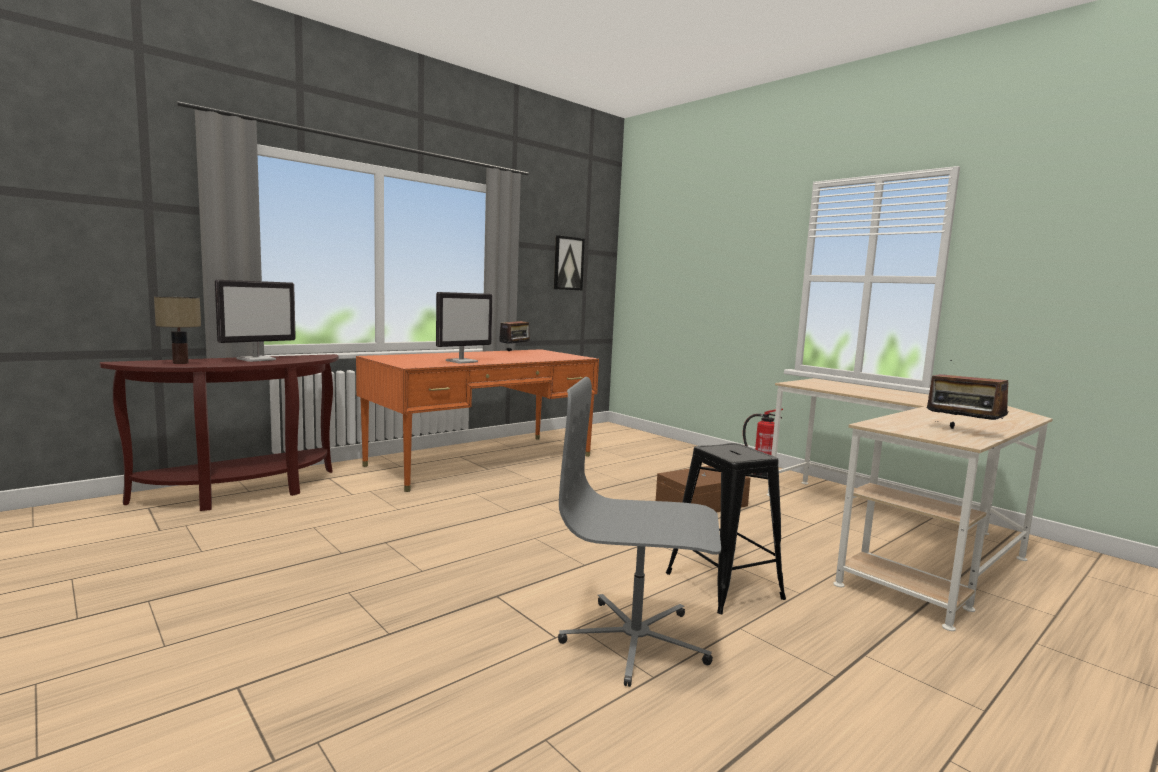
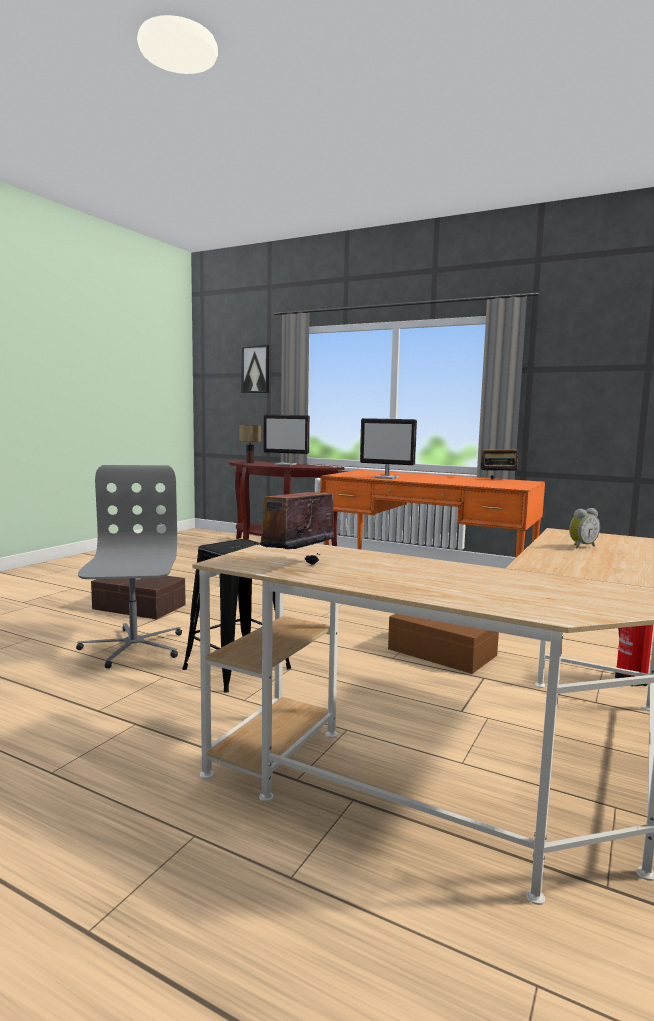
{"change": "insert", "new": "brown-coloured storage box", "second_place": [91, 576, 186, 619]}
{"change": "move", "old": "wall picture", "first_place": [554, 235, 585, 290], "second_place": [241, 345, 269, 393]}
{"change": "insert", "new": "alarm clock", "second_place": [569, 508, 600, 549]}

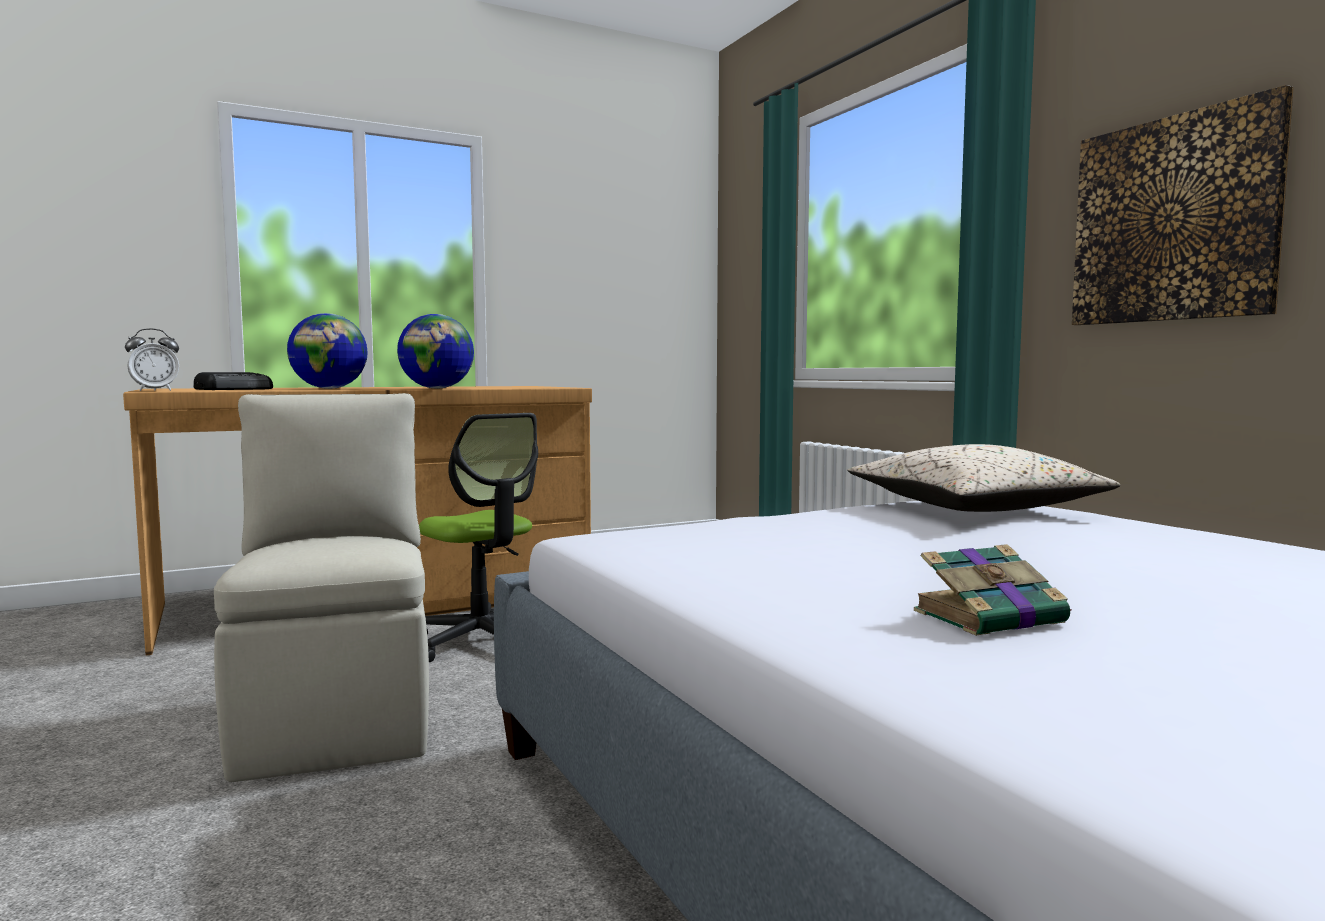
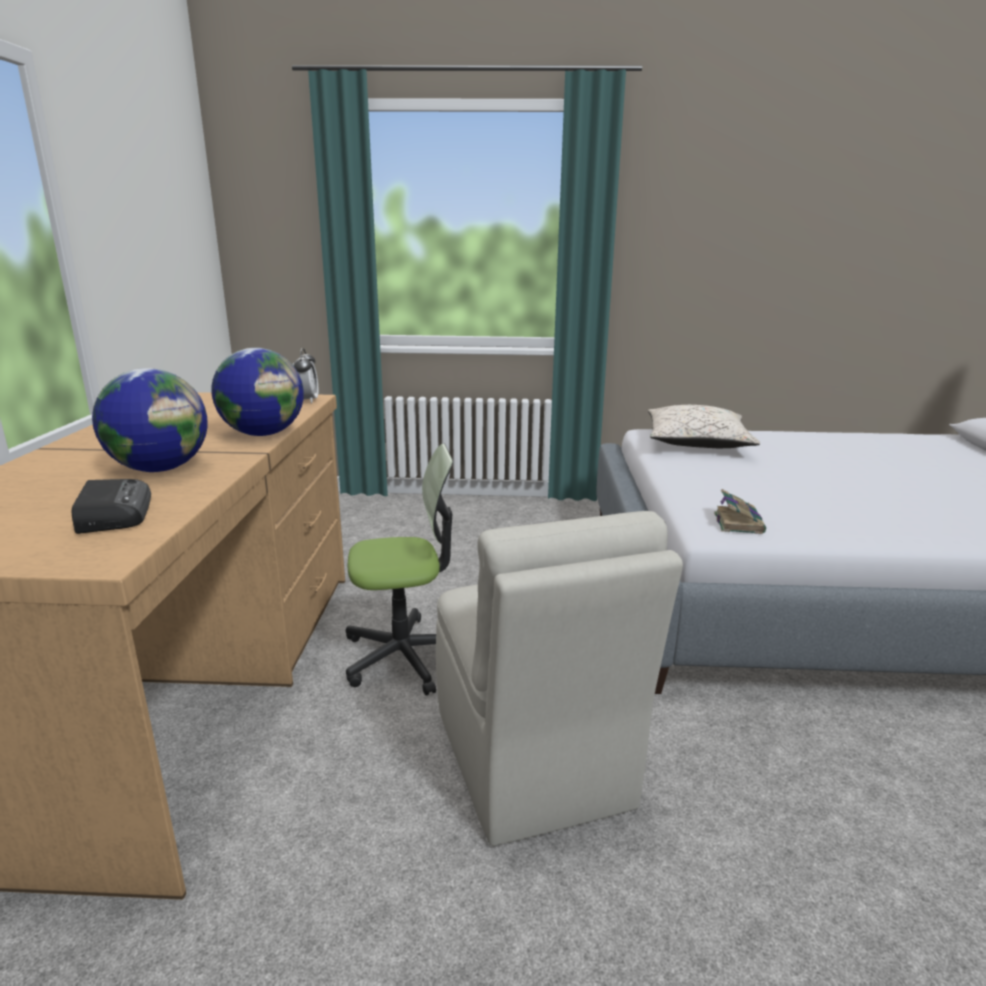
{"change": "move", "old": "alarm clock", "first_place": [125, 328, 179, 391], "second_place": [292, 348, 319, 404]}
{"change": "rotate", "old": "beige-coloured plain chair", "first_place": [214, 393, 429, 782], "second_place": [436, 511, 683, 846], "degrees": -120}
{"change": "move", "old": "bound book", "first_place": [914, 544, 1072, 636], "second_place": [714, 489, 766, 534]}
{"change": "delete", "old": "wall picture", "first_place": [1072, 85, 1294, 325]}

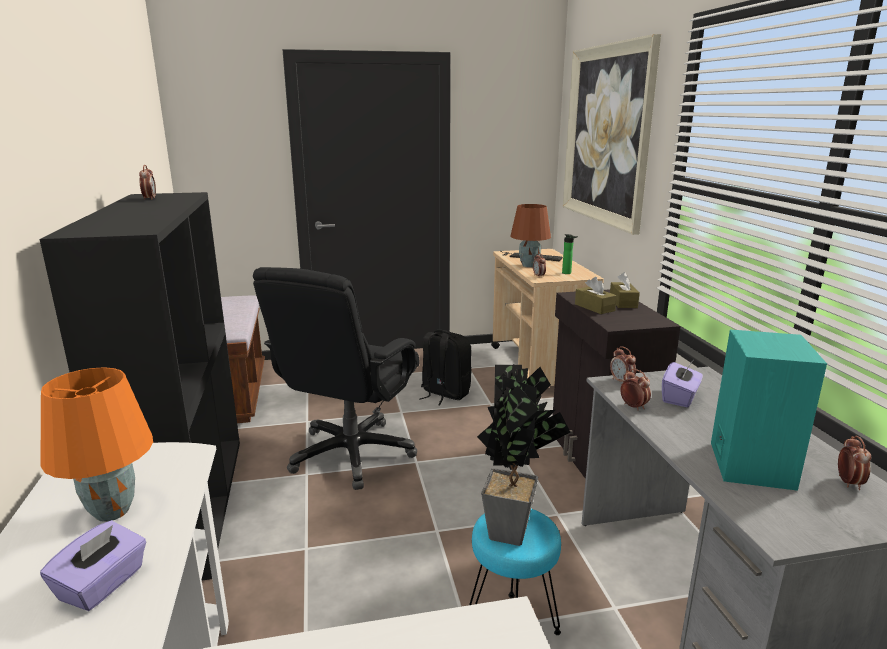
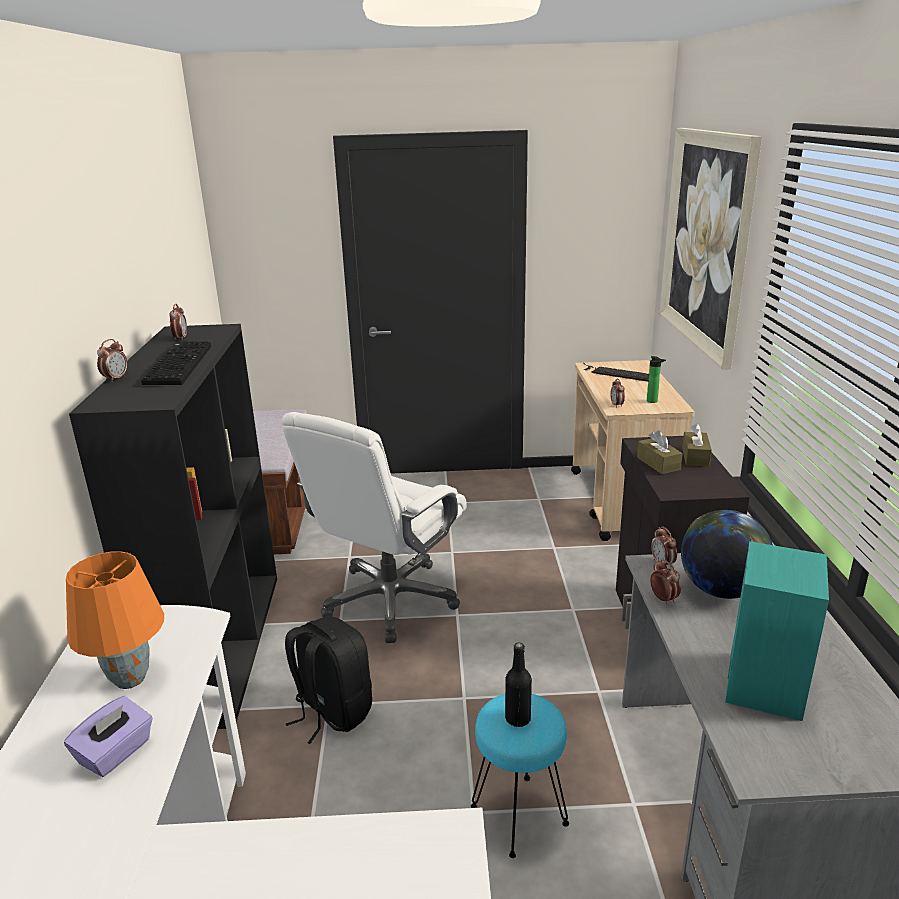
{"change": "move", "old": "alarm clock", "first_place": [838, 436, 871, 490], "second_place": [97, 339, 127, 382]}
{"change": "insert", "new": "PC keyboard", "second_place": [141, 341, 211, 385]}
{"change": "recolor", "old": "black-coloured desk chair", "new": "whitish desk chair", "first_place": [253, 267, 419, 490], "second_place": [282, 412, 467, 643]}
{"change": "move", "old": "black-coloured rucksack", "first_place": [420, 330, 472, 405], "second_place": [285, 616, 372, 744]}
{"change": "replace", "old": "plant in a pot", "new": "black-coloured drink bottle", "first_place": [477, 364, 571, 546], "second_place": [505, 642, 532, 727]}
{"change": "replace", "old": "purple tissue holder", "new": "world globe", "first_place": [662, 361, 703, 407], "second_place": [681, 510, 773, 599]}
{"change": "delete", "old": "brown-coloured table lamp", "first_place": [510, 204, 551, 267]}

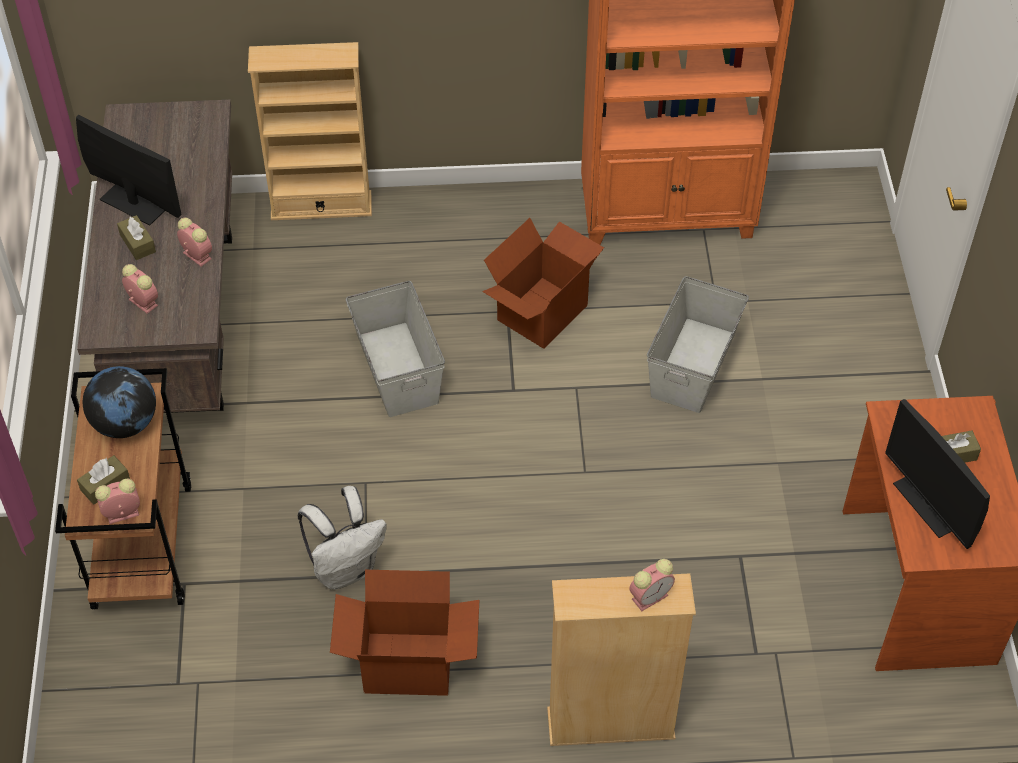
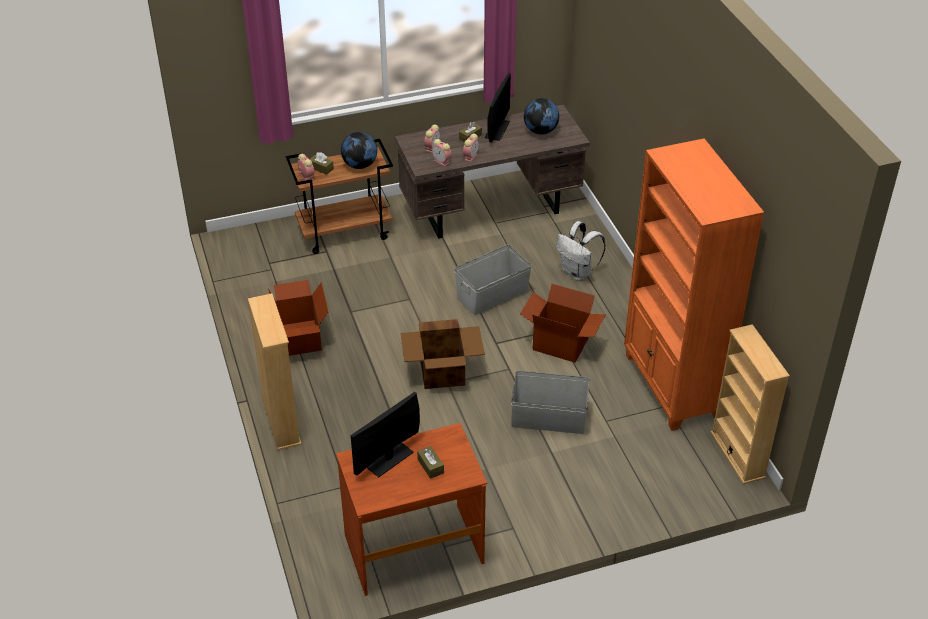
{"change": "insert", "new": "cardboard box", "second_place": [401, 319, 485, 389]}
{"change": "move", "old": "alarm clock", "first_place": [629, 559, 675, 611], "second_place": [432, 139, 452, 166]}
{"change": "insert", "new": "world globe", "second_place": [524, 98, 559, 134]}
{"change": "move", "old": "whitish rucksack", "first_place": [298, 486, 386, 589], "second_place": [556, 221, 606, 281]}
{"change": "move", "old": "beige-coloured bookcase", "first_place": [248, 42, 372, 220], "second_place": [710, 324, 790, 484]}

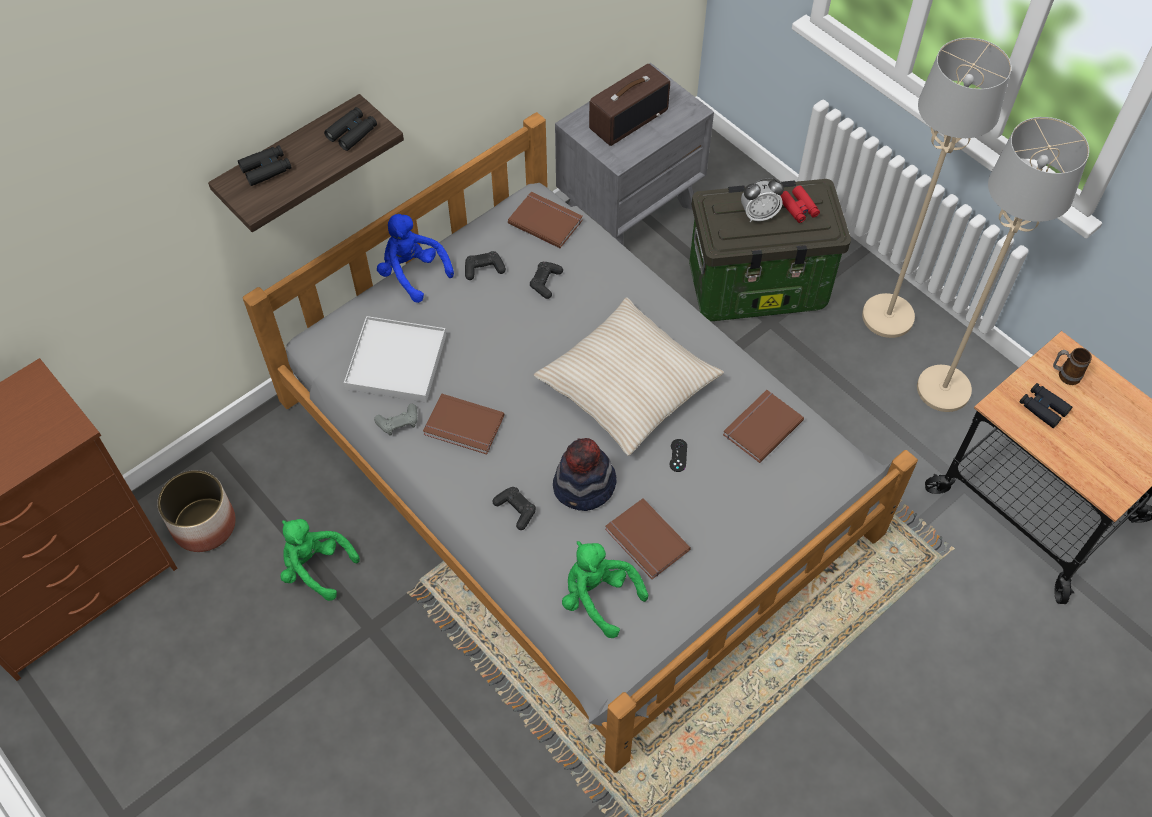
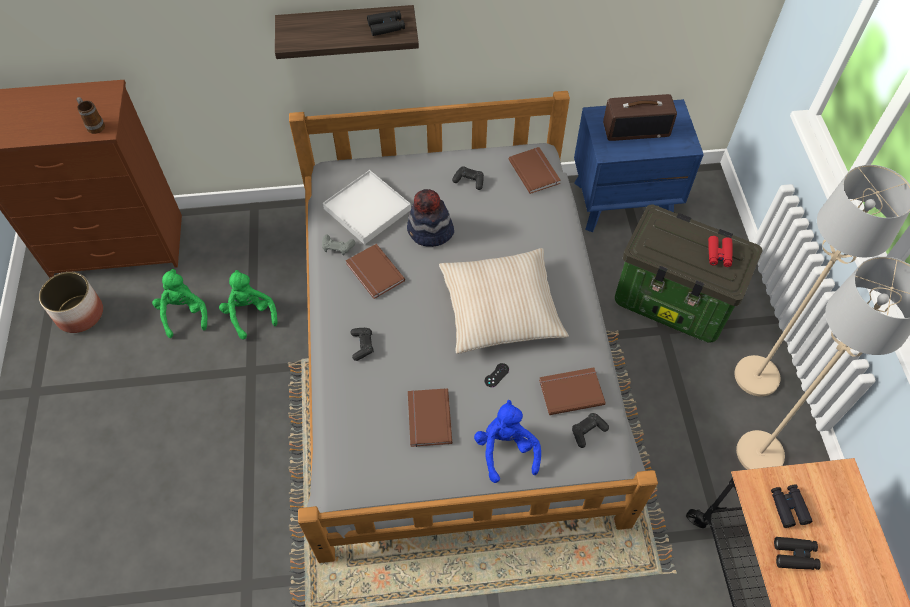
{"change": "move", "old": "plant pot", "first_place": [157, 470, 236, 552], "second_place": [39, 272, 103, 333]}
{"change": "move", "old": "mug", "first_place": [1053, 348, 1092, 385], "second_place": [76, 97, 105, 134]}
{"change": "move", "old": "greenish plush toy", "first_place": [562, 541, 648, 638], "second_place": [152, 269, 207, 338]}
{"change": "move", "old": "hat", "first_place": [553, 438, 617, 511], "second_place": [407, 189, 454, 247]}
{"change": "move", "old": "blue-coloured plush toy", "first_place": [377, 214, 454, 303], "second_place": [474, 400, 541, 483]}
{"change": "move", "old": "black-coloured gamepad", "first_place": [530, 262, 563, 299], "second_place": [572, 413, 609, 448]}
{"change": "recolor", "old": "grey nightstand", "new": "blue-coloured nightstand", "first_place": [555, 63, 714, 246], "second_place": [574, 99, 704, 232]}
{"change": "move", "old": "black-coloured field glasses", "first_place": [238, 145, 292, 186], "second_place": [774, 537, 821, 570]}
{"change": "delete", "old": "alarm clock", "first_place": [741, 178, 784, 222]}

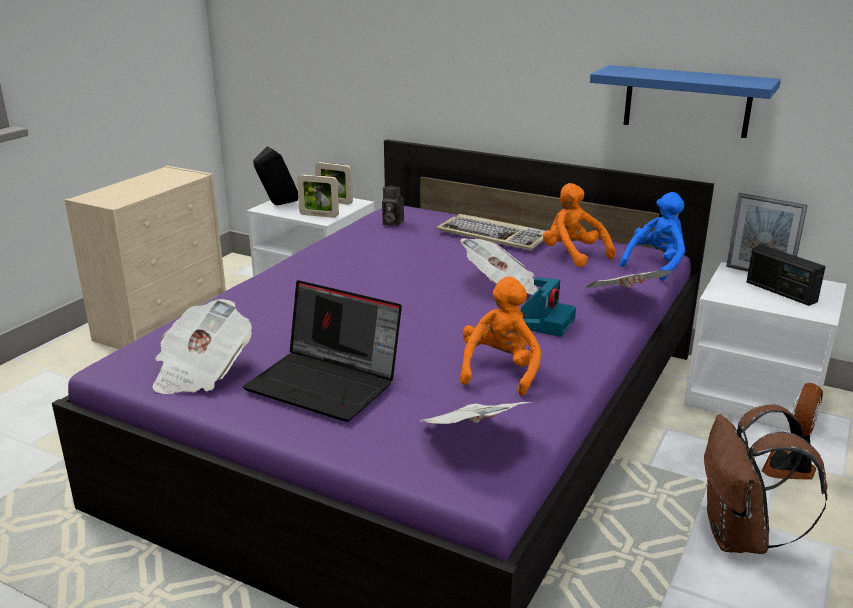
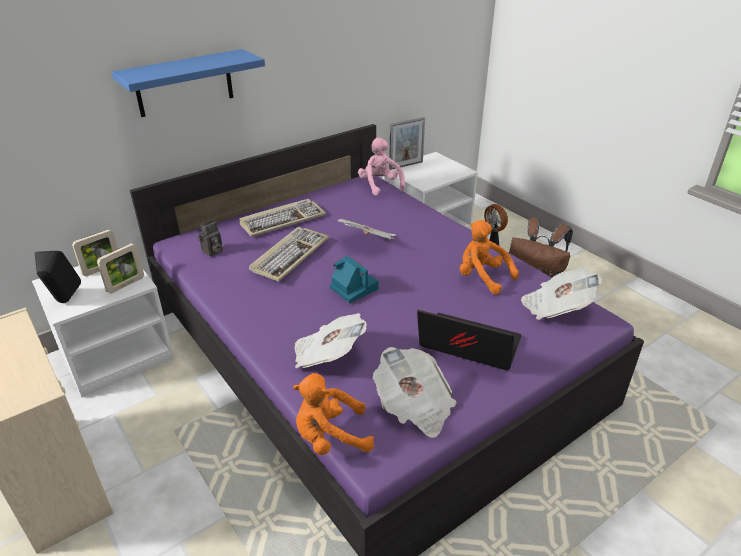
{"change": "move", "old": "blue-coloured shelf", "first_place": [590, 65, 781, 138], "second_place": [112, 49, 265, 117]}
{"change": "insert", "new": "PC keyboard", "second_place": [249, 227, 329, 282]}
{"change": "move", "old": "orange plush toy", "first_place": [543, 183, 616, 267], "second_place": [293, 373, 374, 455]}
{"change": "move", "old": "newspaper", "first_place": [584, 270, 672, 288], "second_place": [295, 313, 367, 369]}
{"change": "move", "old": "photo camera", "first_place": [521, 277, 576, 337], "second_place": [330, 256, 379, 303]}
{"change": "recolor", "old": "blue-coloured plush toy", "new": "pink plush toy", "first_place": [620, 192, 685, 281], "second_place": [358, 138, 405, 196]}
{"change": "rotate", "old": "notebook computer", "first_place": [243, 280, 402, 422], "second_place": [417, 310, 521, 370], "degrees": -120}
{"change": "delete", "old": "radio set", "first_place": [747, 245, 826, 306]}

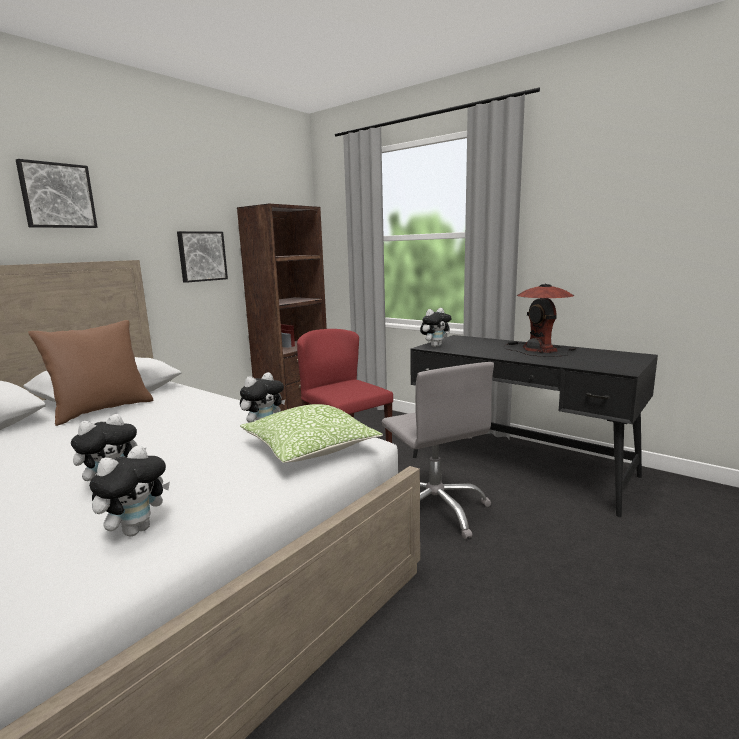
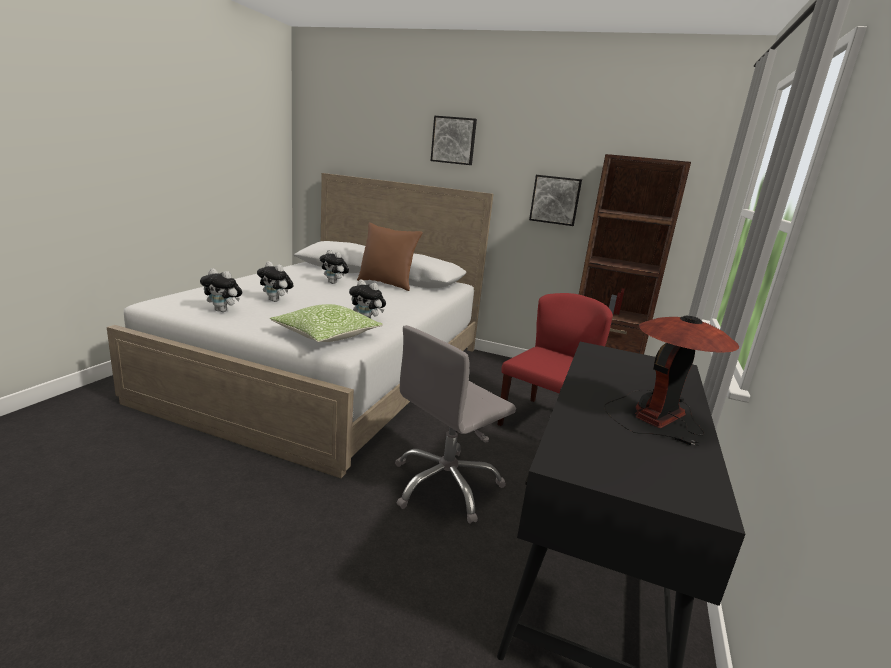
{"change": "move", "old": "plush toy", "first_place": [420, 308, 452, 347], "second_place": [319, 249, 349, 284]}

